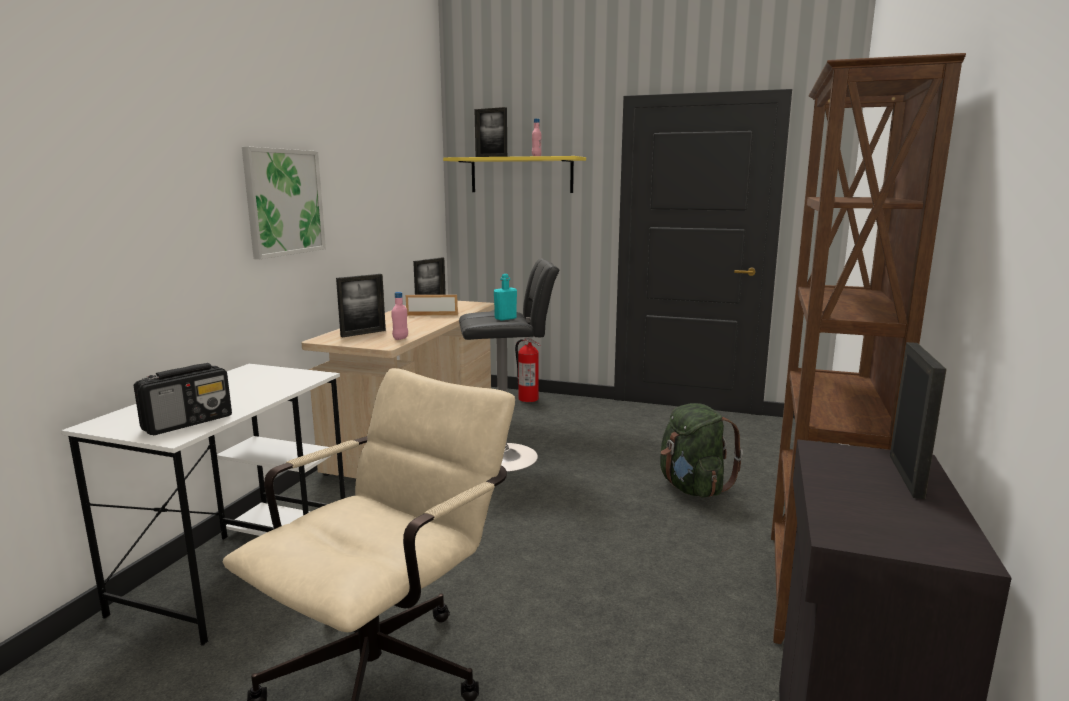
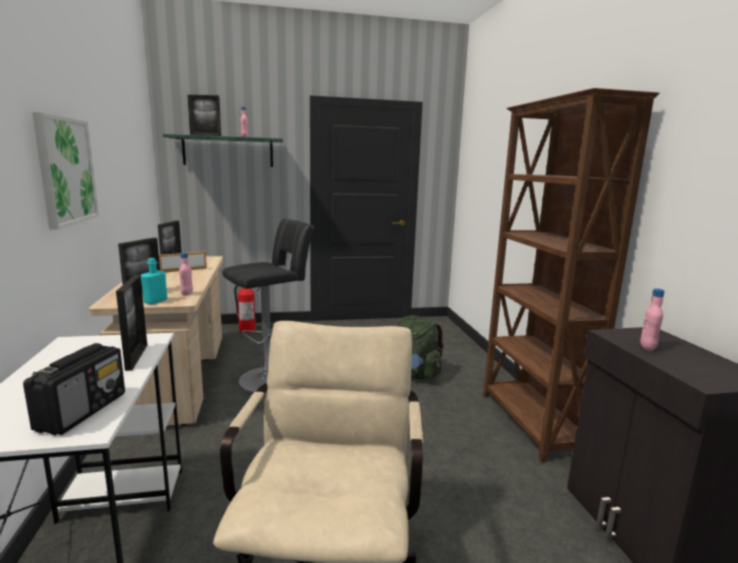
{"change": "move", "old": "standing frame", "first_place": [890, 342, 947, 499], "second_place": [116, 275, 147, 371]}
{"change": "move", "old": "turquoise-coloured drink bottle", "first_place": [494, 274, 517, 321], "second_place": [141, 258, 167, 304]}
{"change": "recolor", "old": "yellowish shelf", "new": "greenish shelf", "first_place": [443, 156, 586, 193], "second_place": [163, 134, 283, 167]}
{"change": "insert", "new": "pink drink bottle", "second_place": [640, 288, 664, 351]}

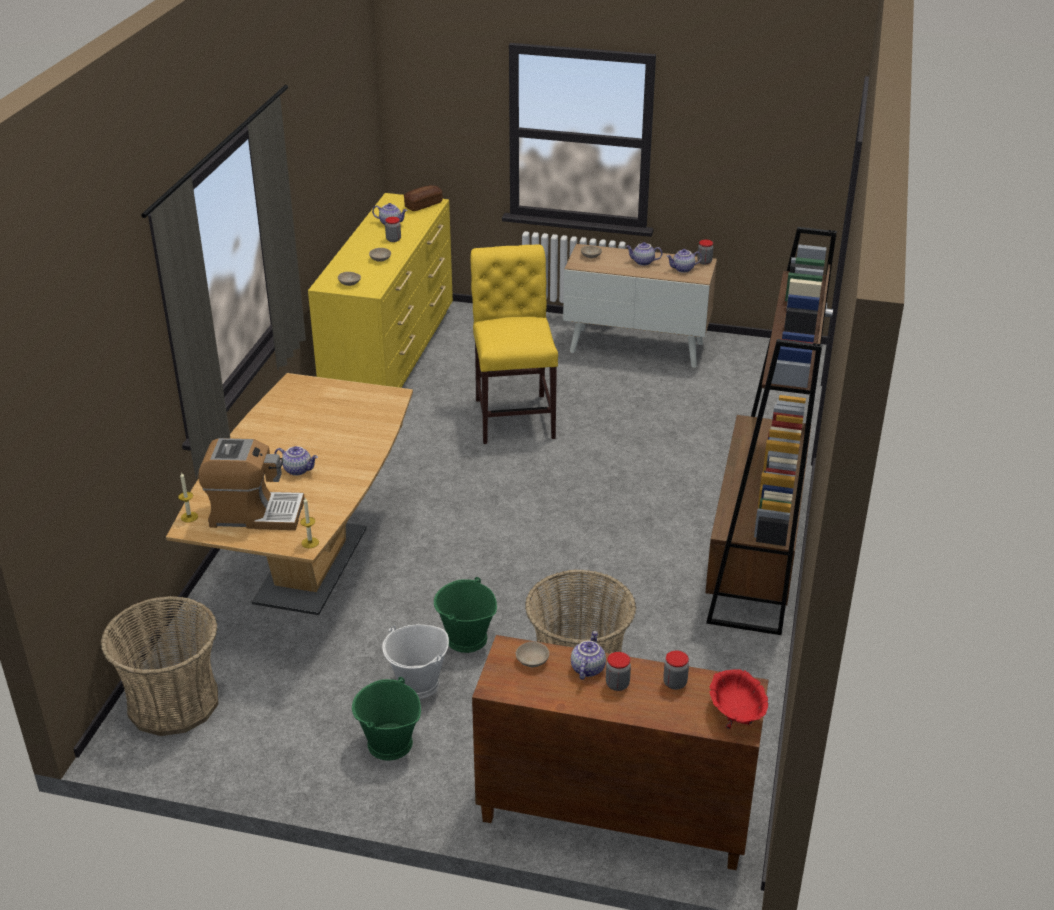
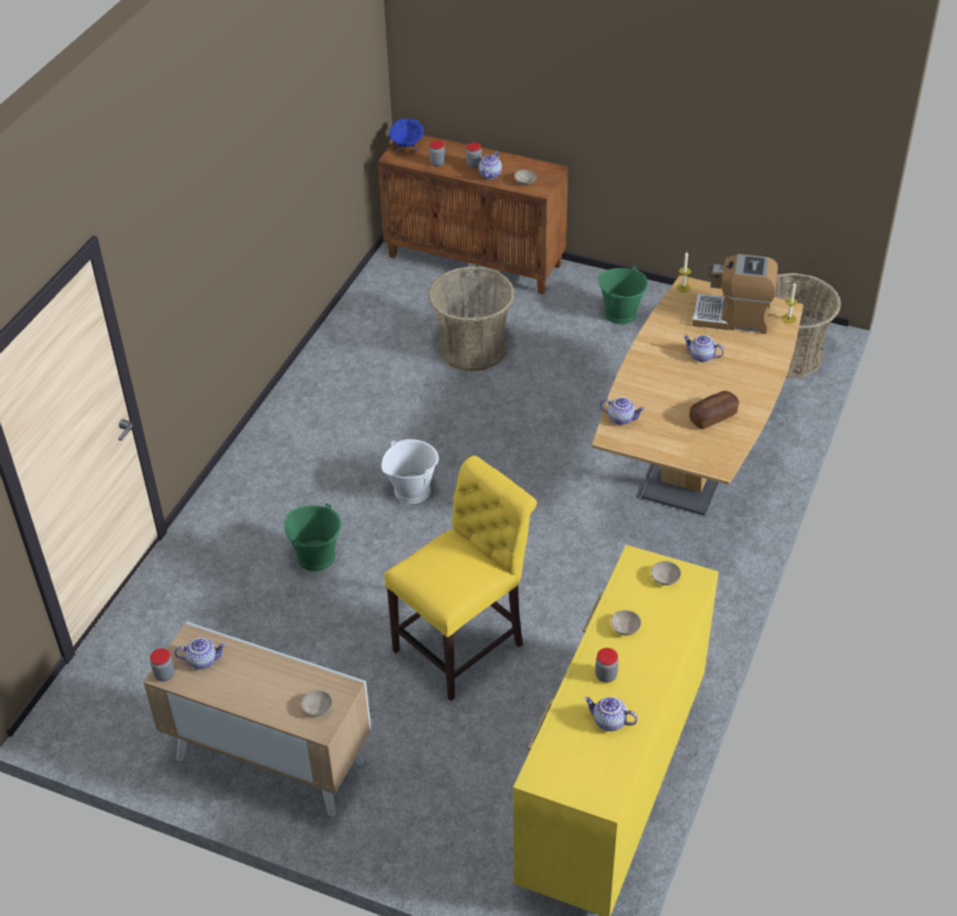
{"change": "move", "old": "greenish pail", "first_place": [434, 577, 497, 653], "second_place": [284, 504, 342, 572]}
{"change": "move", "old": "whitish pail", "first_place": [382, 625, 449, 699], "second_place": [382, 439, 439, 504]}
{"change": "rotate", "old": "yellowish plain chair", "first_place": [470, 245, 558, 444], "second_place": [384, 455, 537, 701], "degrees": -135}
{"change": "recolor", "old": "red-coloured deep dish", "new": "blue-coloured deep dish", "first_place": [709, 669, 768, 729], "second_place": [389, 119, 424, 152]}
{"change": "move", "old": "teapot", "first_place": [626, 242, 662, 266], "second_place": [600, 397, 645, 425]}
{"change": "move", "old": "bread", "first_place": [404, 185, 443, 211], "second_place": [689, 391, 739, 429]}
{"change": "delete", "old": "brown-coloured bookcase", "first_place": [705, 227, 837, 635]}

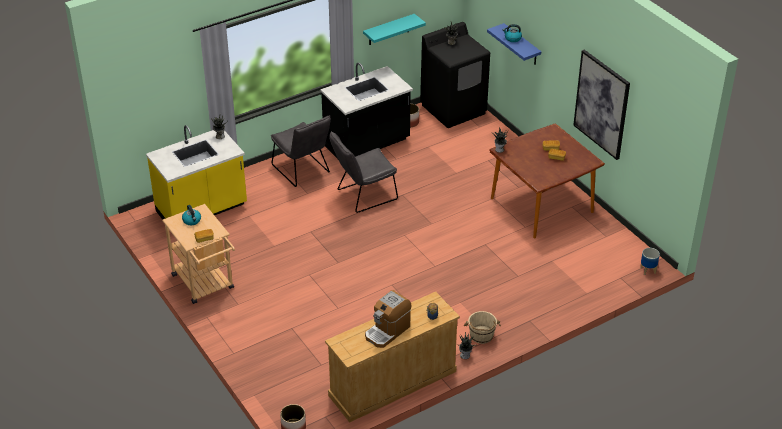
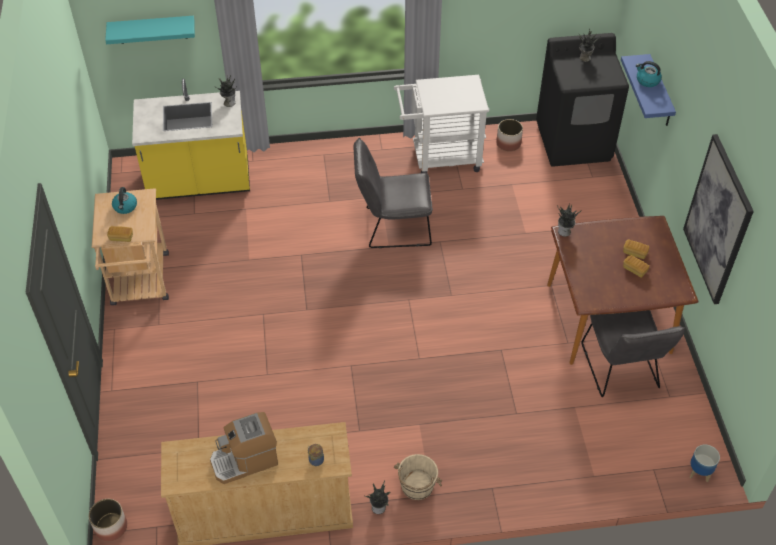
{"change": "move", "old": "turquoise-coloured shelf", "first_place": [363, 14, 426, 45], "second_place": [105, 16, 195, 44]}
{"change": "replace", "old": "black-coloured kitchen base unit", "new": "whitish cart", "first_place": [321, 63, 413, 159], "second_place": [394, 75, 490, 173]}
{"change": "move", "old": "grey plain chair", "first_place": [271, 115, 331, 187], "second_place": [581, 310, 685, 397]}

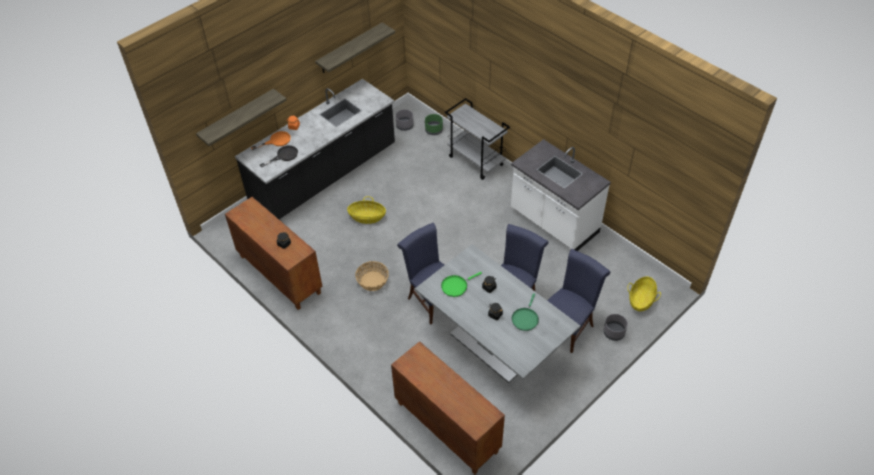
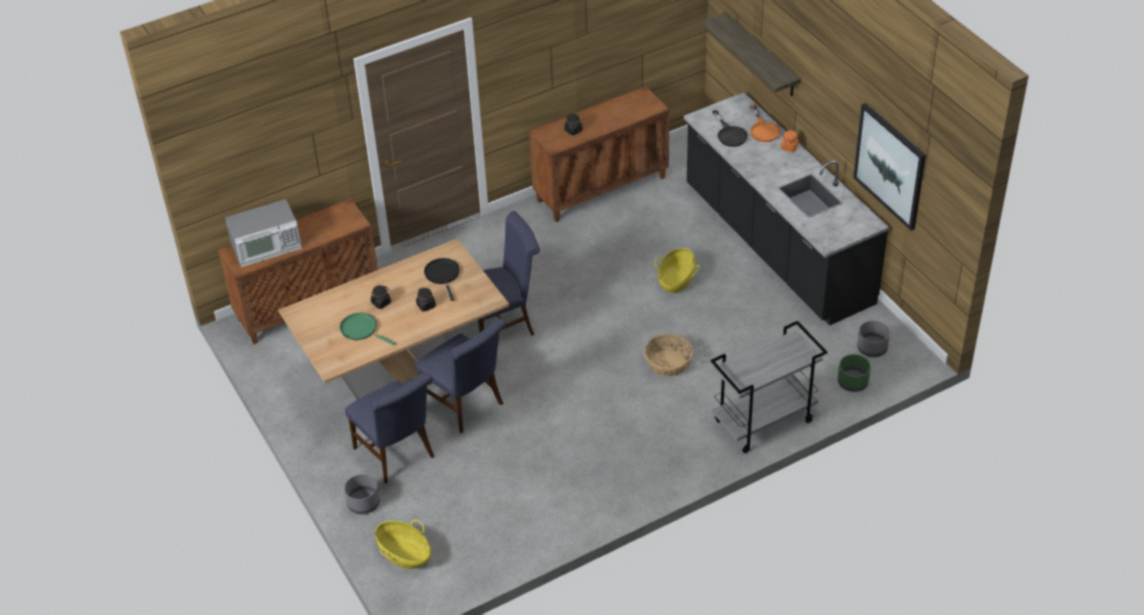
{"change": "insert", "new": "microwave oven", "second_place": [225, 199, 302, 267]}
{"change": "recolor", "old": "grey dining table", "new": "brown-coloured dining table", "first_place": [415, 244, 581, 383], "second_place": [279, 238, 509, 400]}
{"change": "recolor", "old": "greenish frying pan", "new": "black-coloured frying pan", "first_place": [441, 272, 482, 297], "second_place": [424, 258, 460, 301]}
{"change": "move", "old": "basket", "first_place": [355, 261, 389, 291], "second_place": [644, 334, 693, 376]}
{"change": "replace", "old": "shelf", "new": "wall picture", "first_place": [315, 23, 395, 73], "second_place": [853, 103, 926, 231]}
{"change": "delete", "old": "whitish kitchen base unit", "first_place": [511, 139, 611, 251]}

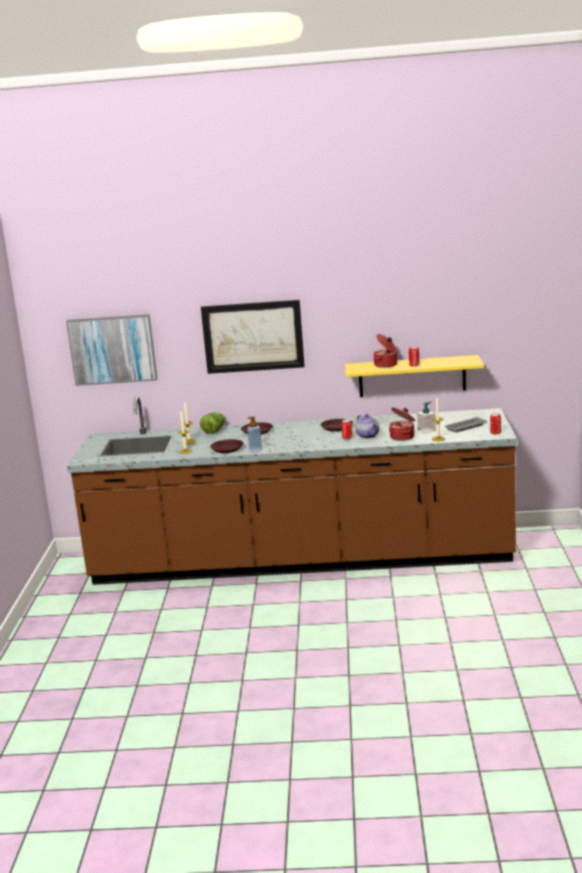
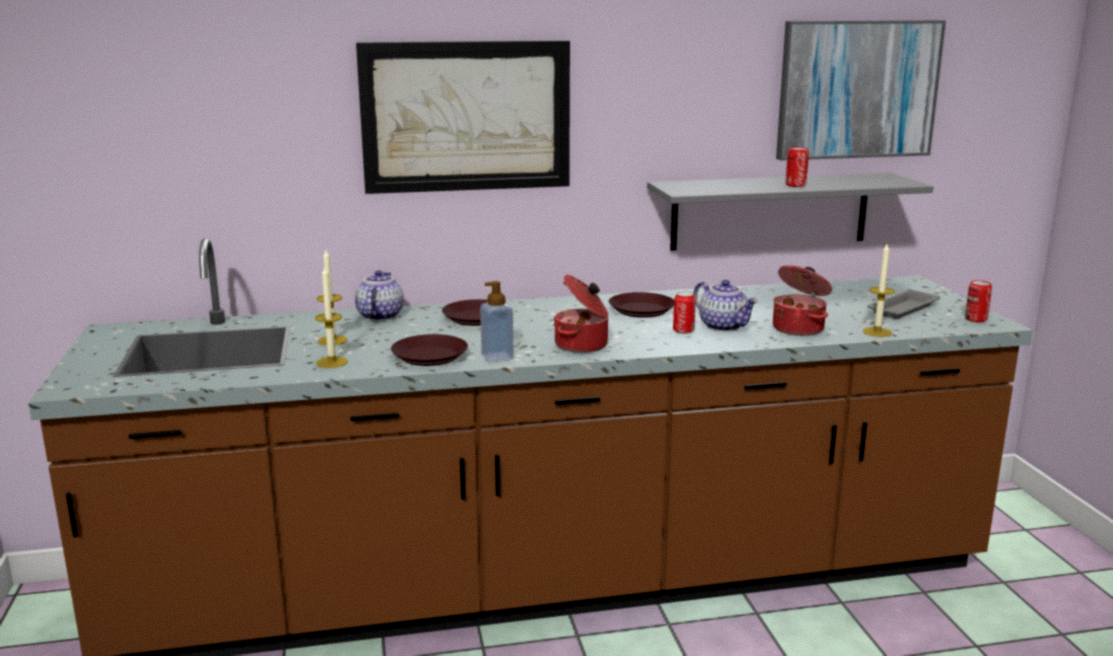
{"change": "replace", "old": "head of lettuce", "new": "teapot", "first_place": [200, 412, 225, 434], "second_place": [355, 270, 404, 321]}
{"change": "move", "old": "saucepot", "first_place": [373, 334, 398, 368], "second_place": [554, 275, 608, 353]}
{"change": "recolor", "old": "yellowish shelf", "new": "grey shelf", "first_place": [345, 355, 484, 397], "second_place": [647, 173, 933, 251]}
{"change": "move", "old": "wall picture", "first_place": [66, 314, 157, 386], "second_place": [776, 20, 946, 160]}
{"change": "delete", "old": "liquid soap bottle", "first_place": [417, 402, 436, 434]}

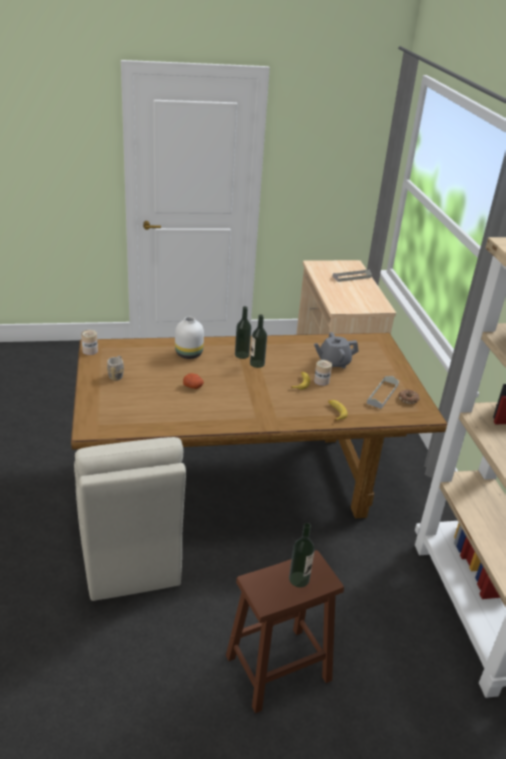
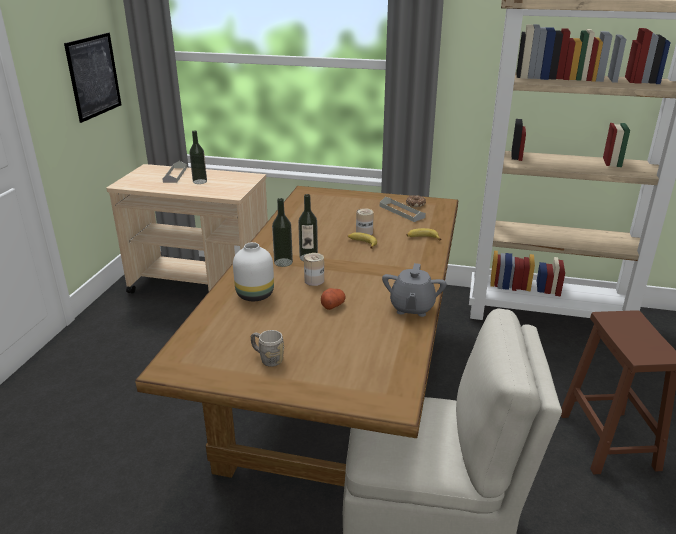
{"change": "insert", "new": "wall picture", "second_place": [64, 33, 122, 123]}
{"change": "move", "old": "drink bottle", "first_place": [289, 523, 315, 588], "second_place": [189, 131, 207, 184]}
{"change": "move", "old": "sealed can", "first_place": [81, 330, 98, 355], "second_place": [304, 253, 324, 286]}
{"change": "move", "old": "grey teapot", "first_place": [314, 332, 359, 368], "second_place": [382, 263, 447, 317]}

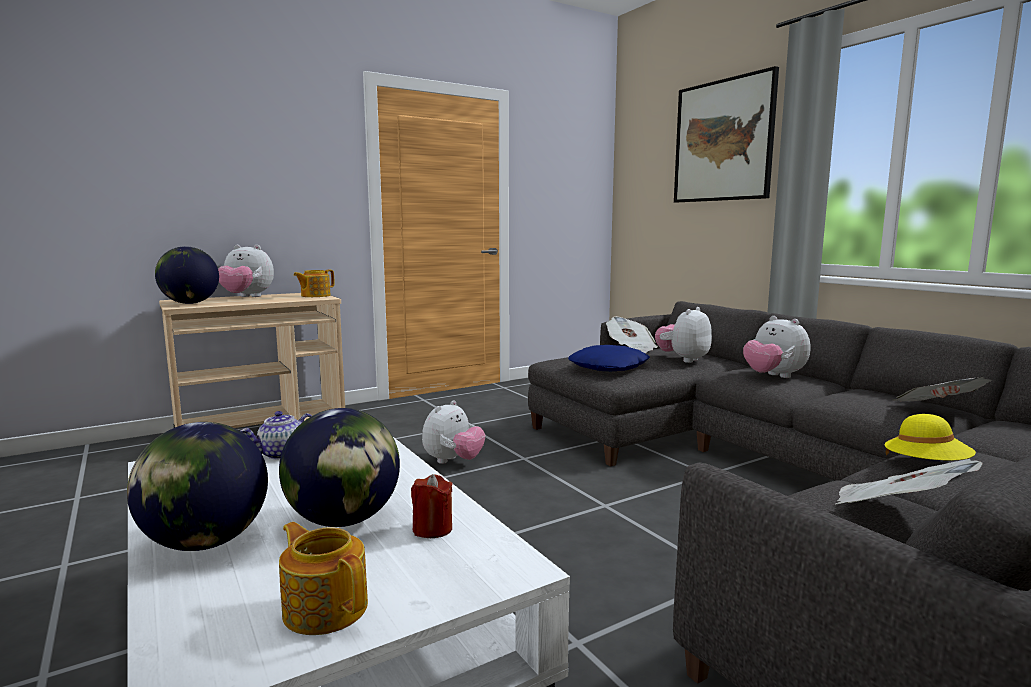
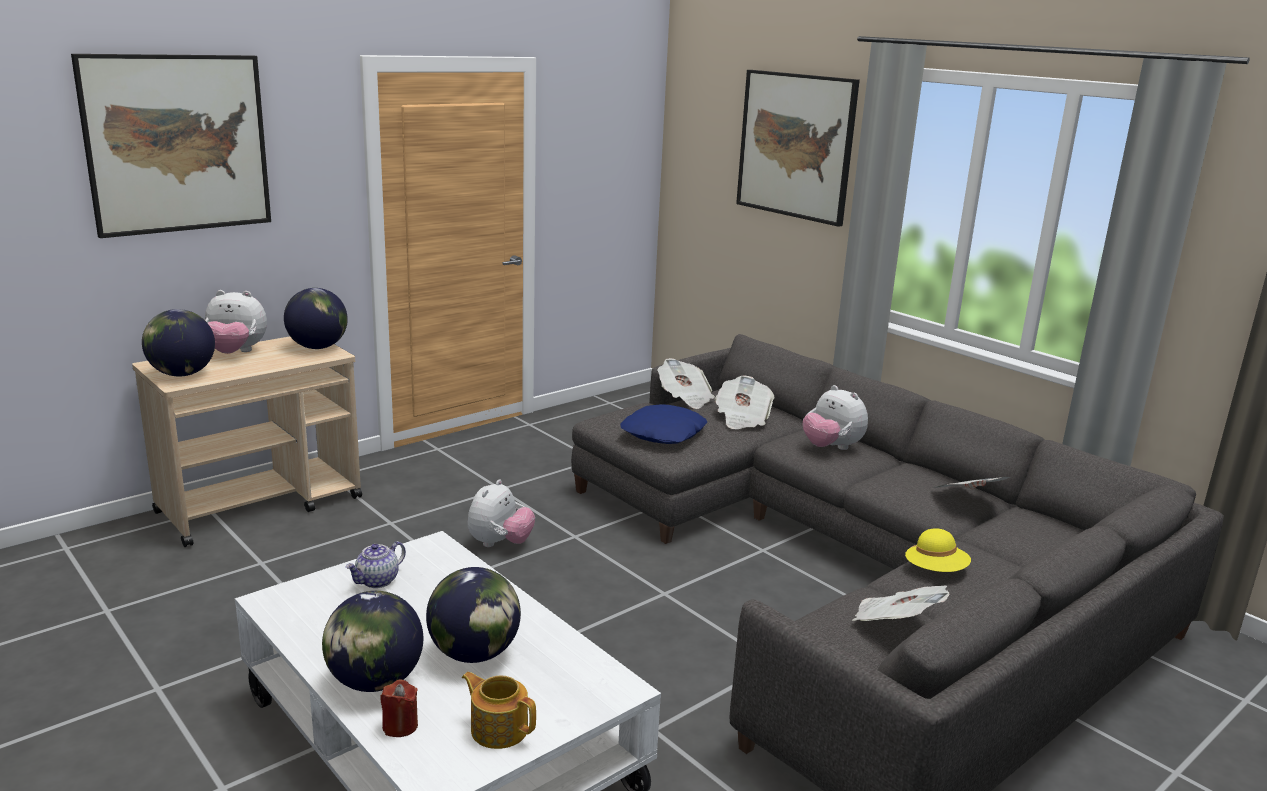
{"change": "insert", "new": "wall picture", "second_place": [71, 54, 271, 238]}
{"change": "replace", "old": "teapot", "new": "world globe", "first_place": [294, 270, 334, 297], "second_place": [284, 288, 348, 349]}
{"change": "move", "old": "red-coloured wax candle", "first_place": [411, 474, 453, 538], "second_place": [380, 680, 418, 737]}
{"change": "replace", "old": "plush toy", "new": "newspaper", "first_place": [655, 307, 712, 363], "second_place": [715, 375, 775, 429]}

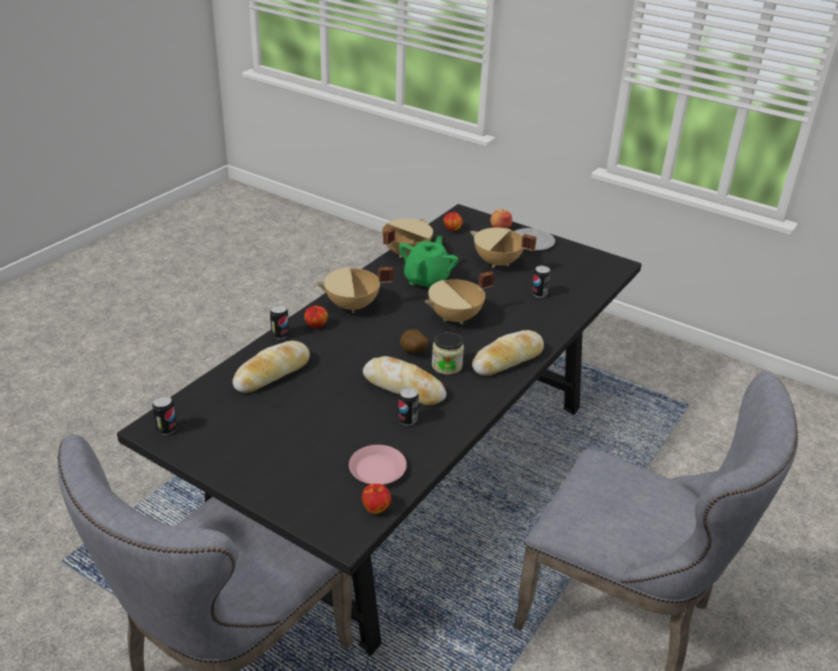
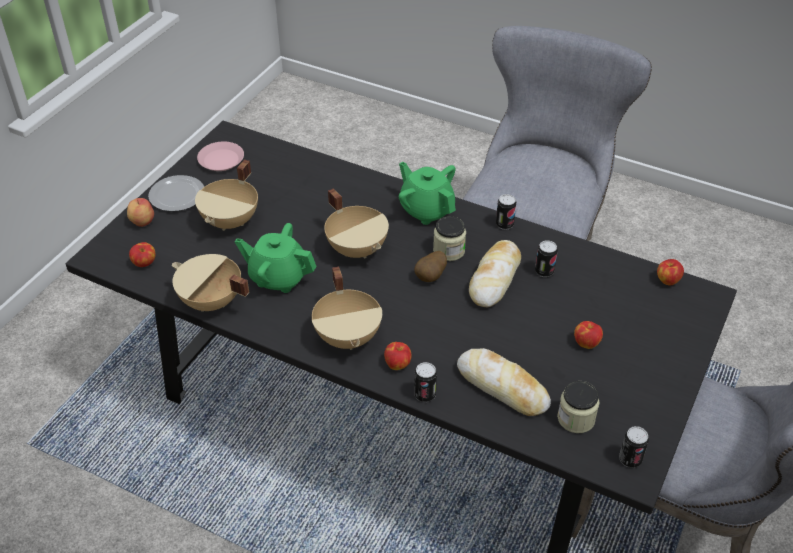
{"change": "move", "old": "pink flat dish", "first_place": [349, 445, 407, 485], "second_place": [197, 141, 244, 171]}
{"change": "replace", "old": "bread", "new": "greenish teapot", "first_place": [472, 330, 544, 376], "second_place": [399, 162, 456, 225]}
{"change": "move", "old": "sealed can", "first_place": [532, 266, 551, 298], "second_place": [496, 194, 516, 230]}
{"change": "insert", "new": "storage jar", "second_place": [557, 381, 600, 433]}
{"change": "insert", "new": "apple fruit", "second_place": [574, 321, 603, 349]}

